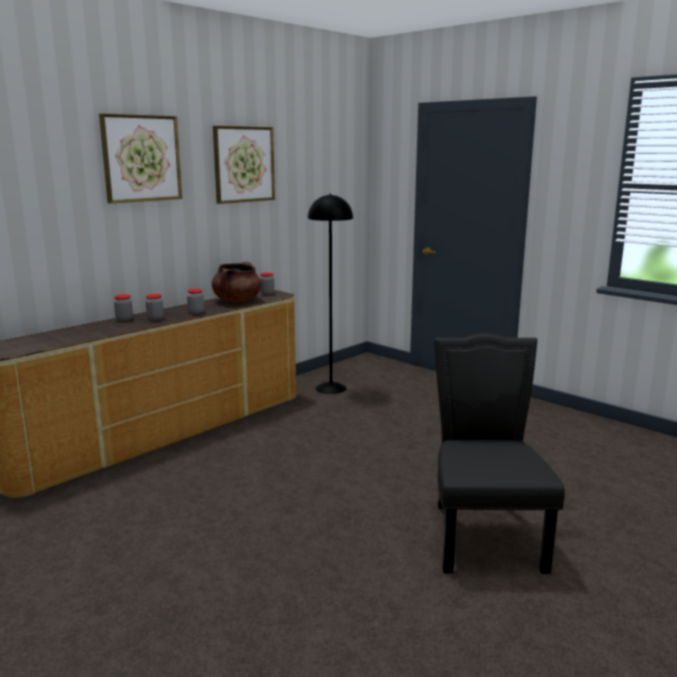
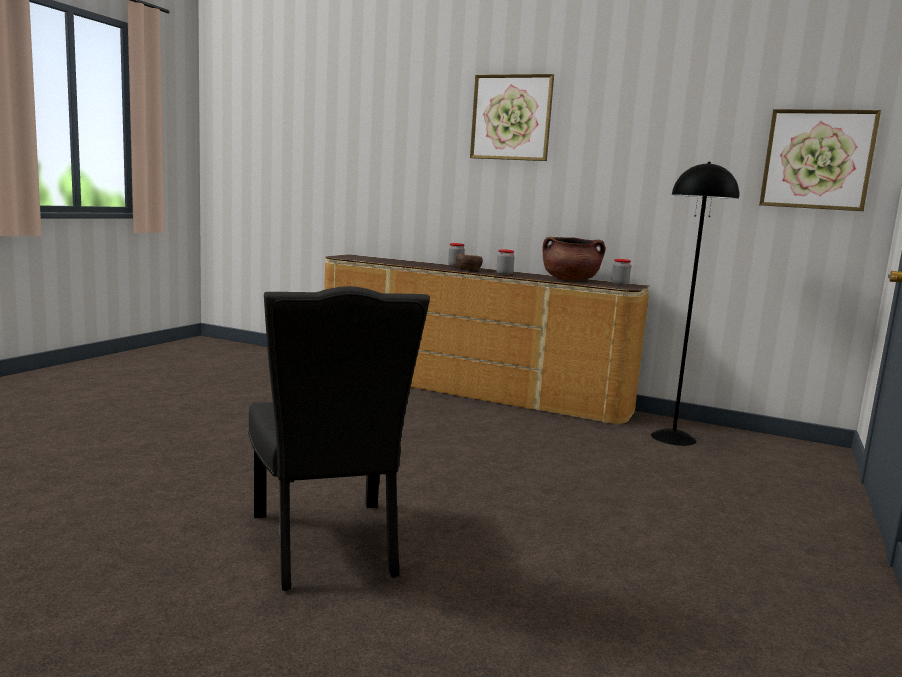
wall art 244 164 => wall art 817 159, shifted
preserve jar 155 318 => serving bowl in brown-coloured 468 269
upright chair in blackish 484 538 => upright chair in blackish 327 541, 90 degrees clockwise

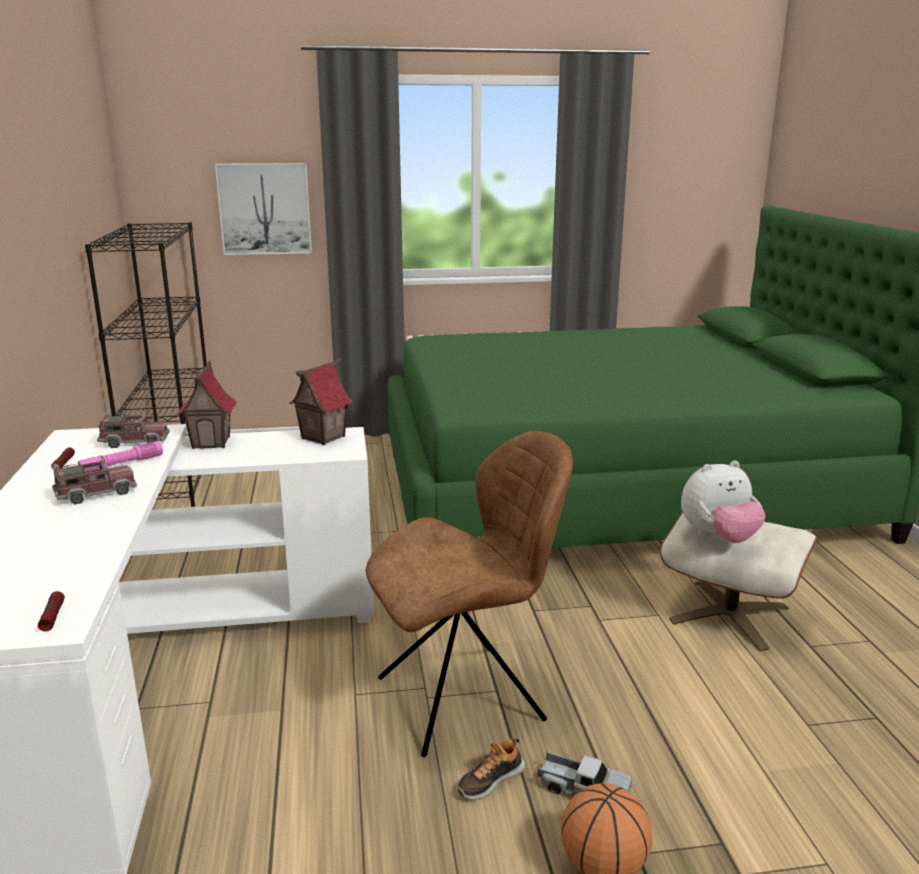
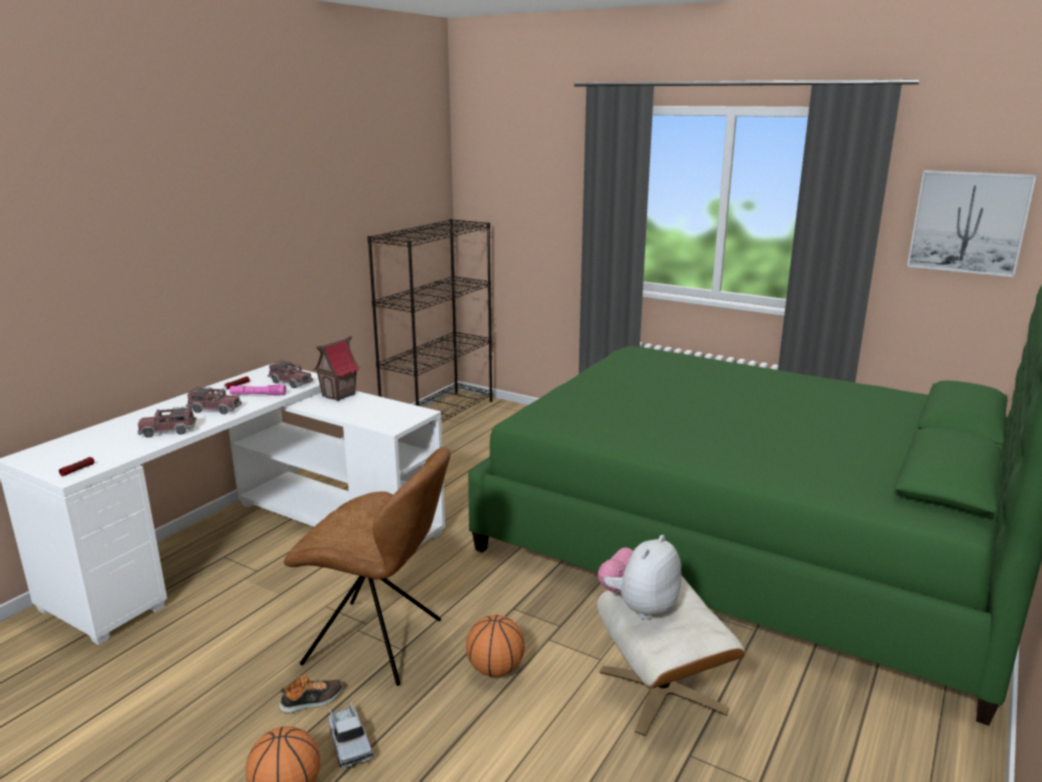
wall art 265 209 => wall art 968 222, shifted
toy house 322 437 => nothing
plush toy 718 538 => plush toy 639 607, 105 degrees clockwise
low shoe 490 780 => low shoe 312 701, 150 degrees clockwise
nothing => toy truck 168 431
nothing => basketball ball 495 669

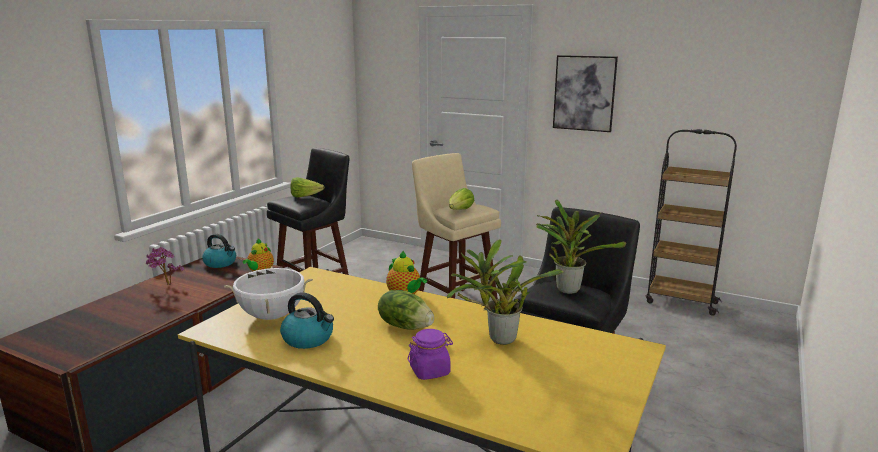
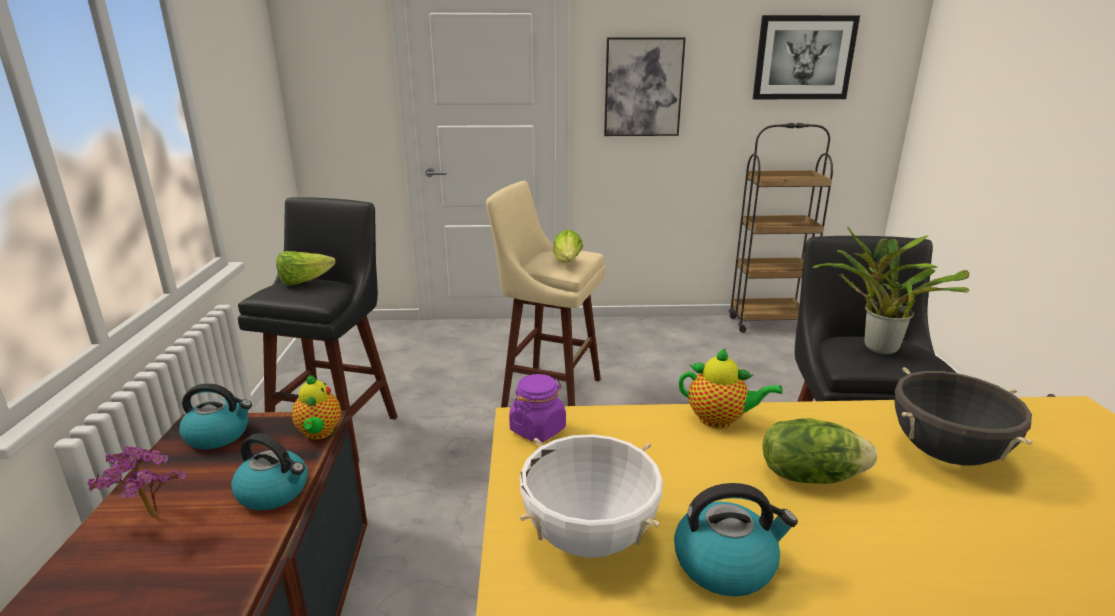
houseplant 498 339 => stockpot in blackish 946 454
preserve jar in purplish 430 371 => preserve jar in purplish 538 429, shifted
nothing => wall art 804 58
nothing => tea kettle 274 492

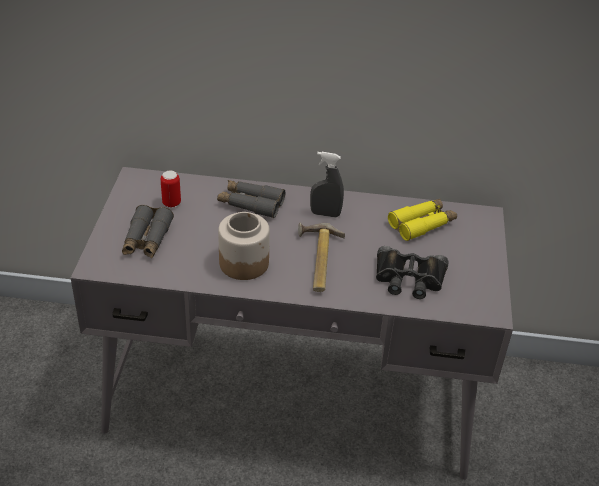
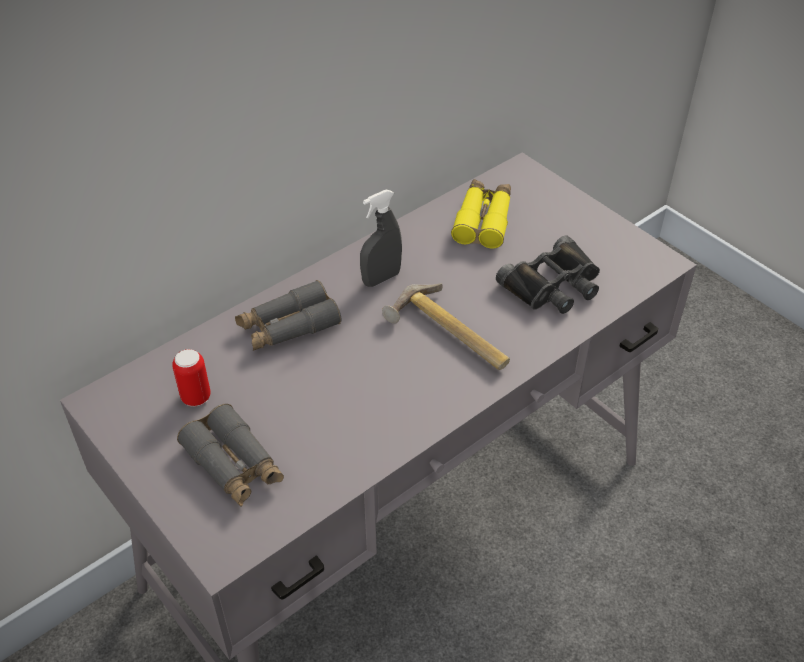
preserve jar 244 263 => nothing

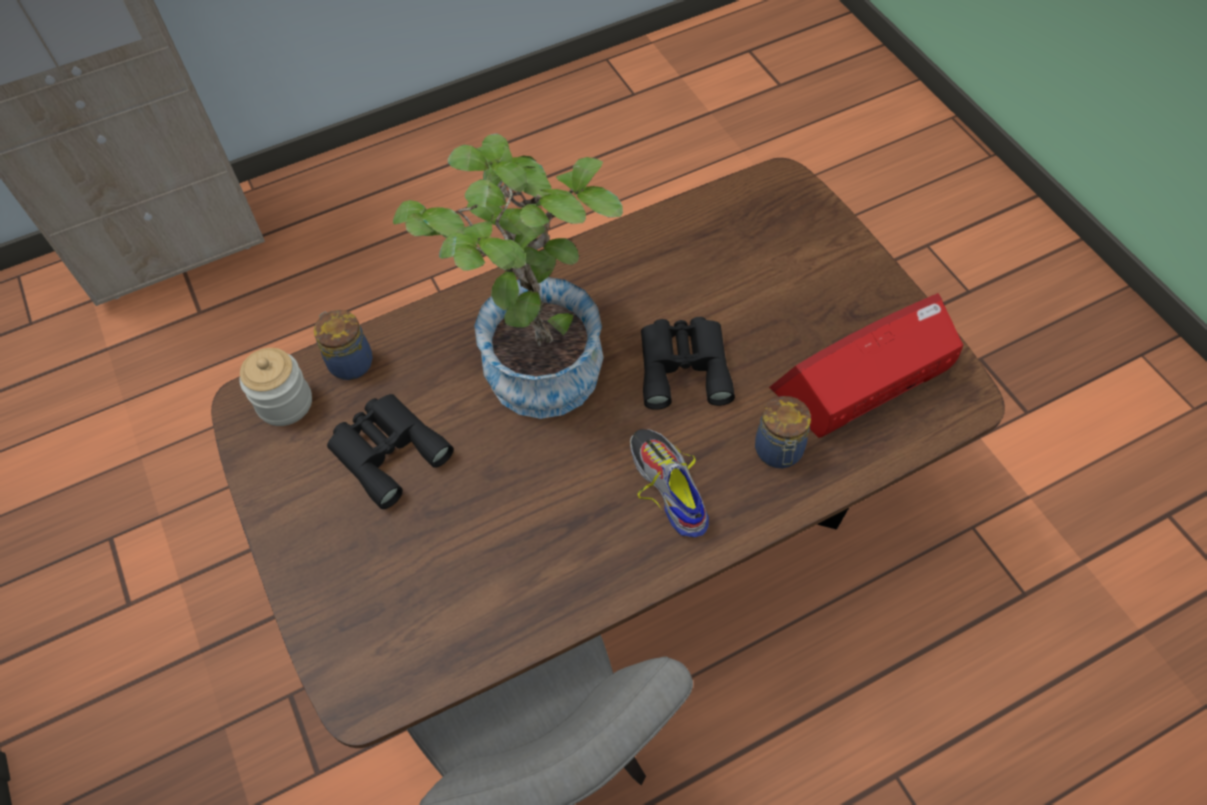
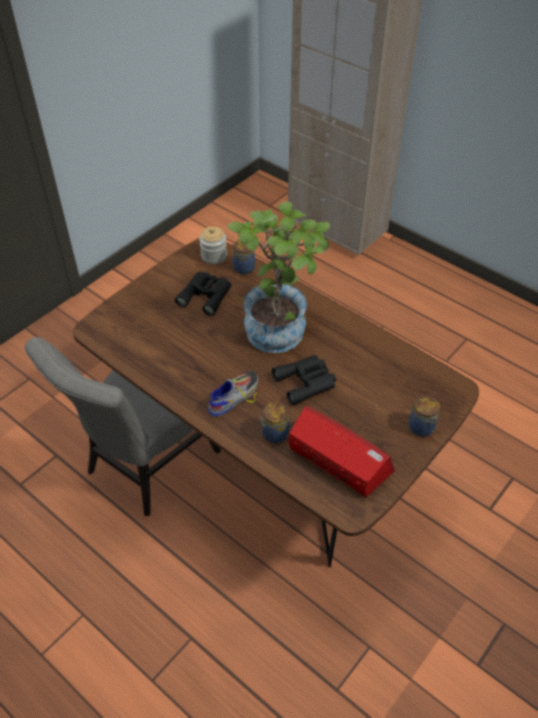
nothing => preserve jar 422 428

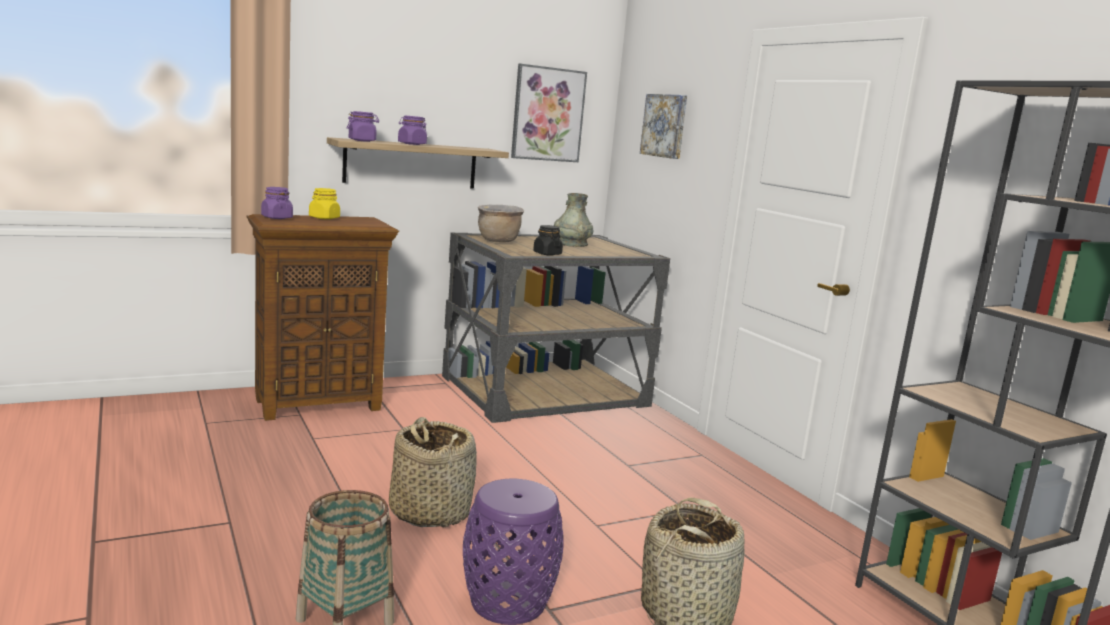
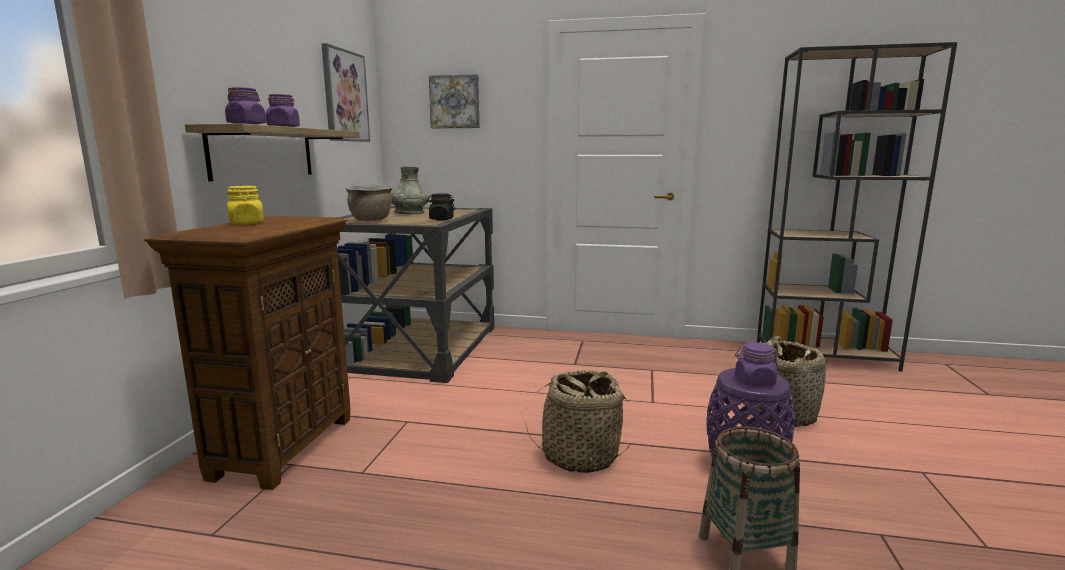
preserve jar in purplish 276 217 => preserve jar in purplish 754 382, shifted

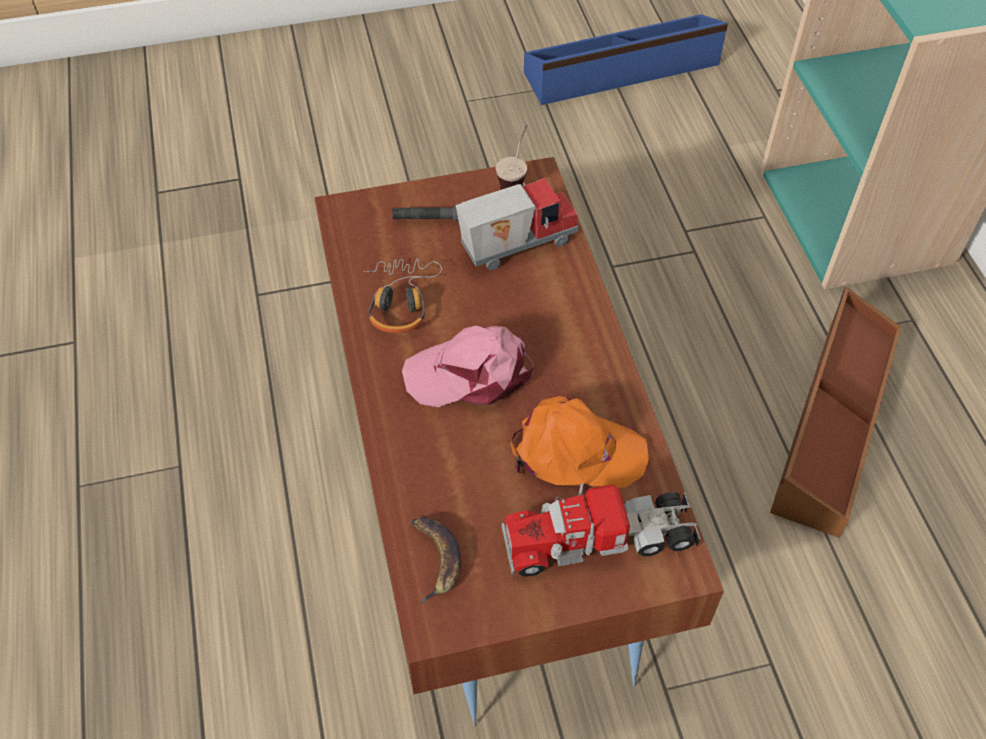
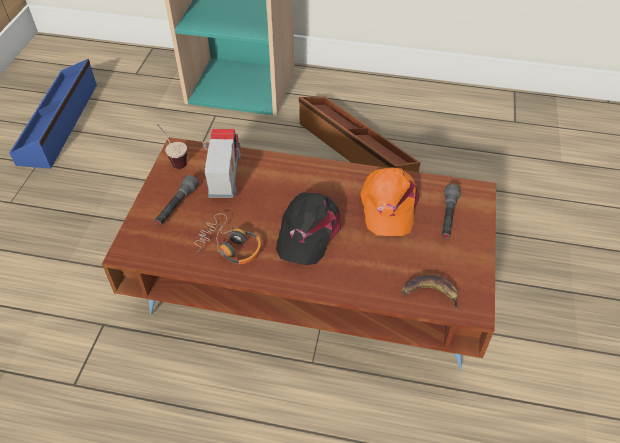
baseball cap in pink 470 373 => baseball cap in blackish 308 232
baseball cap in orange-coloured 576 452 => baseball cap in orange-coloured 388 206, 150 degrees clockwise
toy truck 599 539 => hand torch in grey 448 217

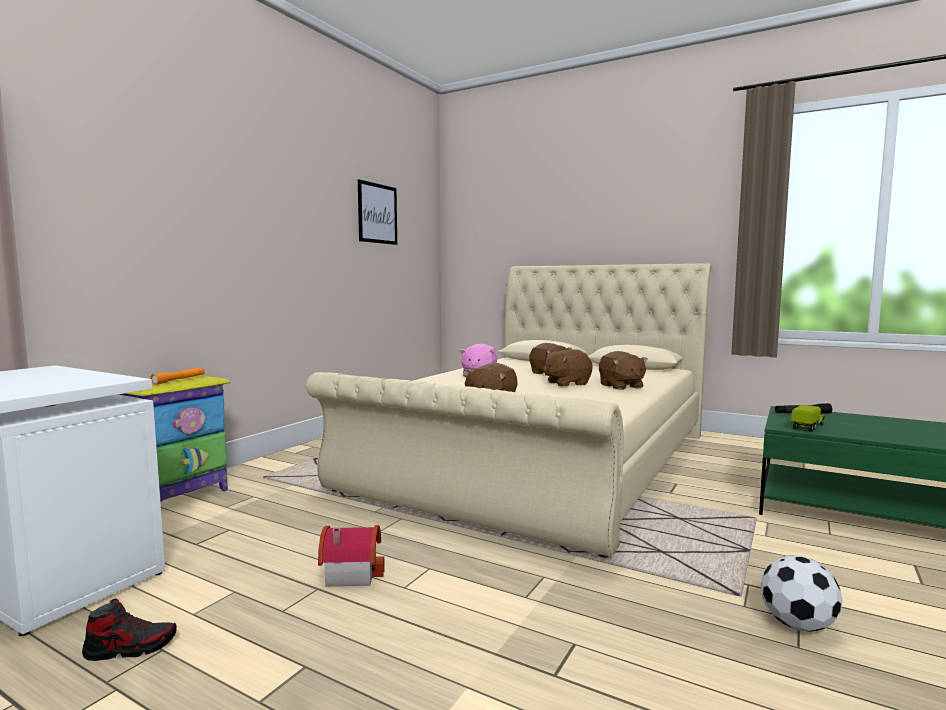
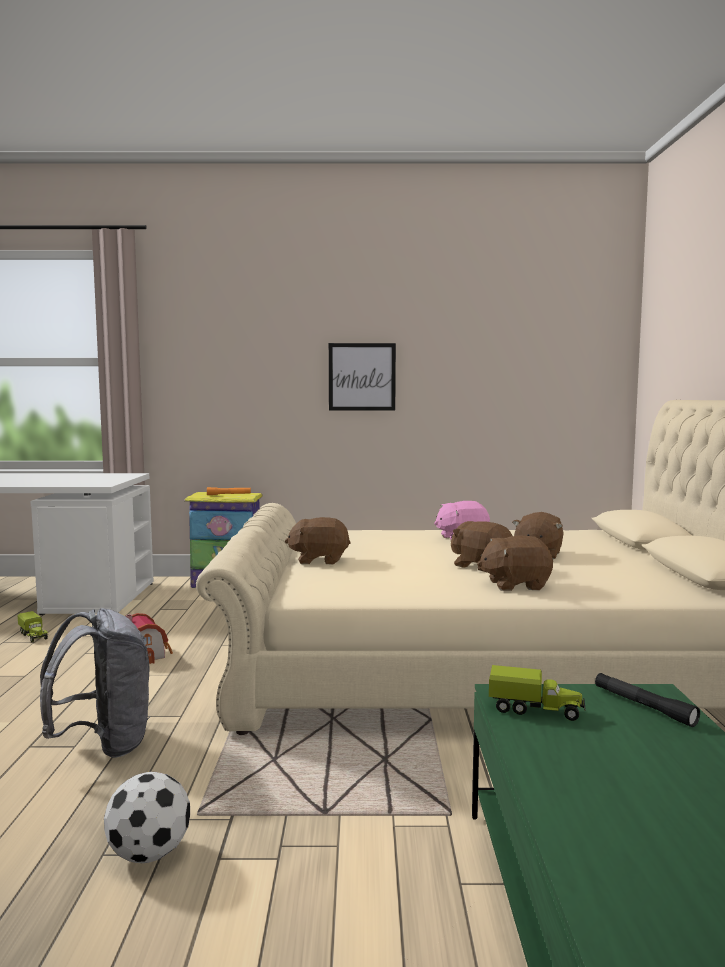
wall art 377 213 => wall art 362 377, shifted
plush toy in brown-coloured 621 386 => plush toy in brown-coloured 515 585, 45 degrees clockwise
low shoe 131 648 => toy truck 33 636
nothing => knapsack in grey 103 745

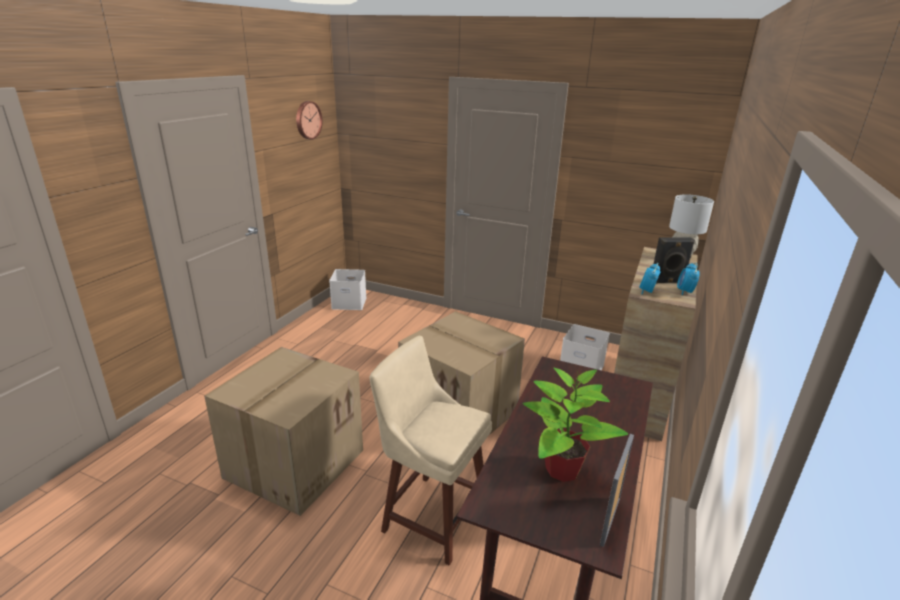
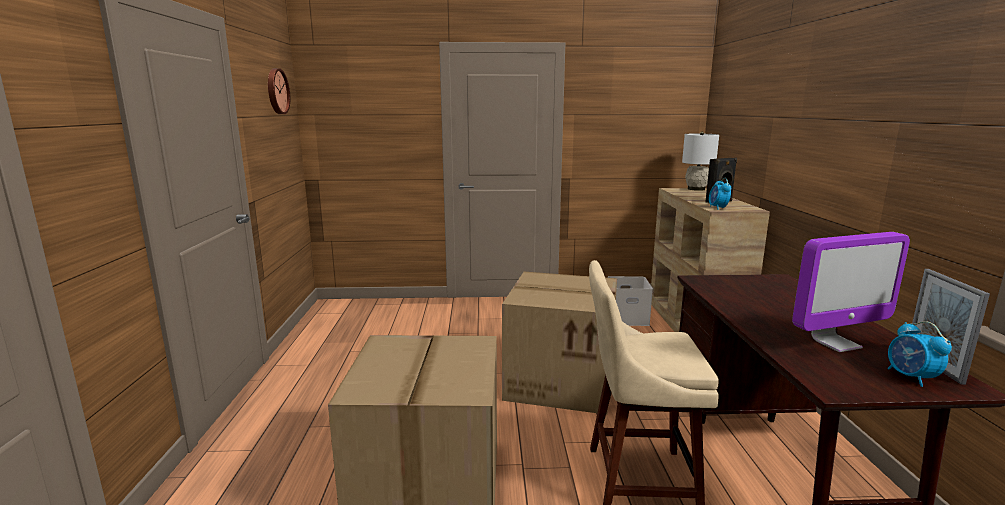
bedside clock 685 292 => bedside clock 911 377, shifted
storage bin in whitish 350 302 => nothing
houseplant 561 469 => computer display 835 343

